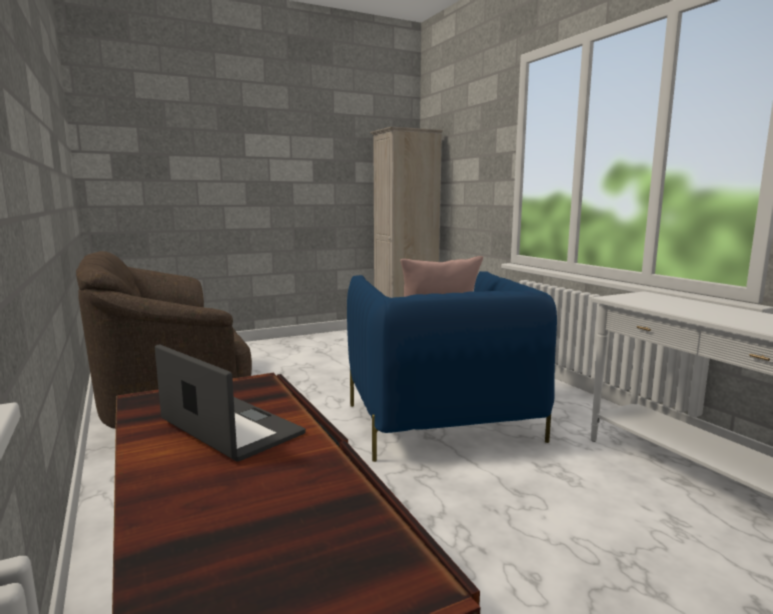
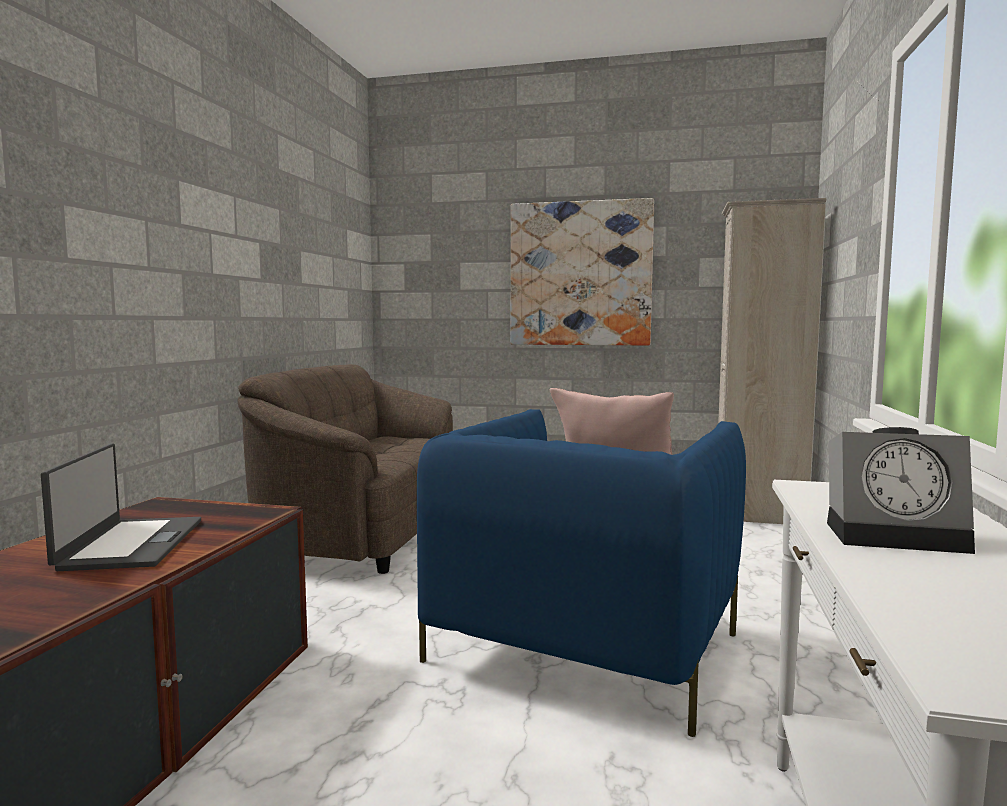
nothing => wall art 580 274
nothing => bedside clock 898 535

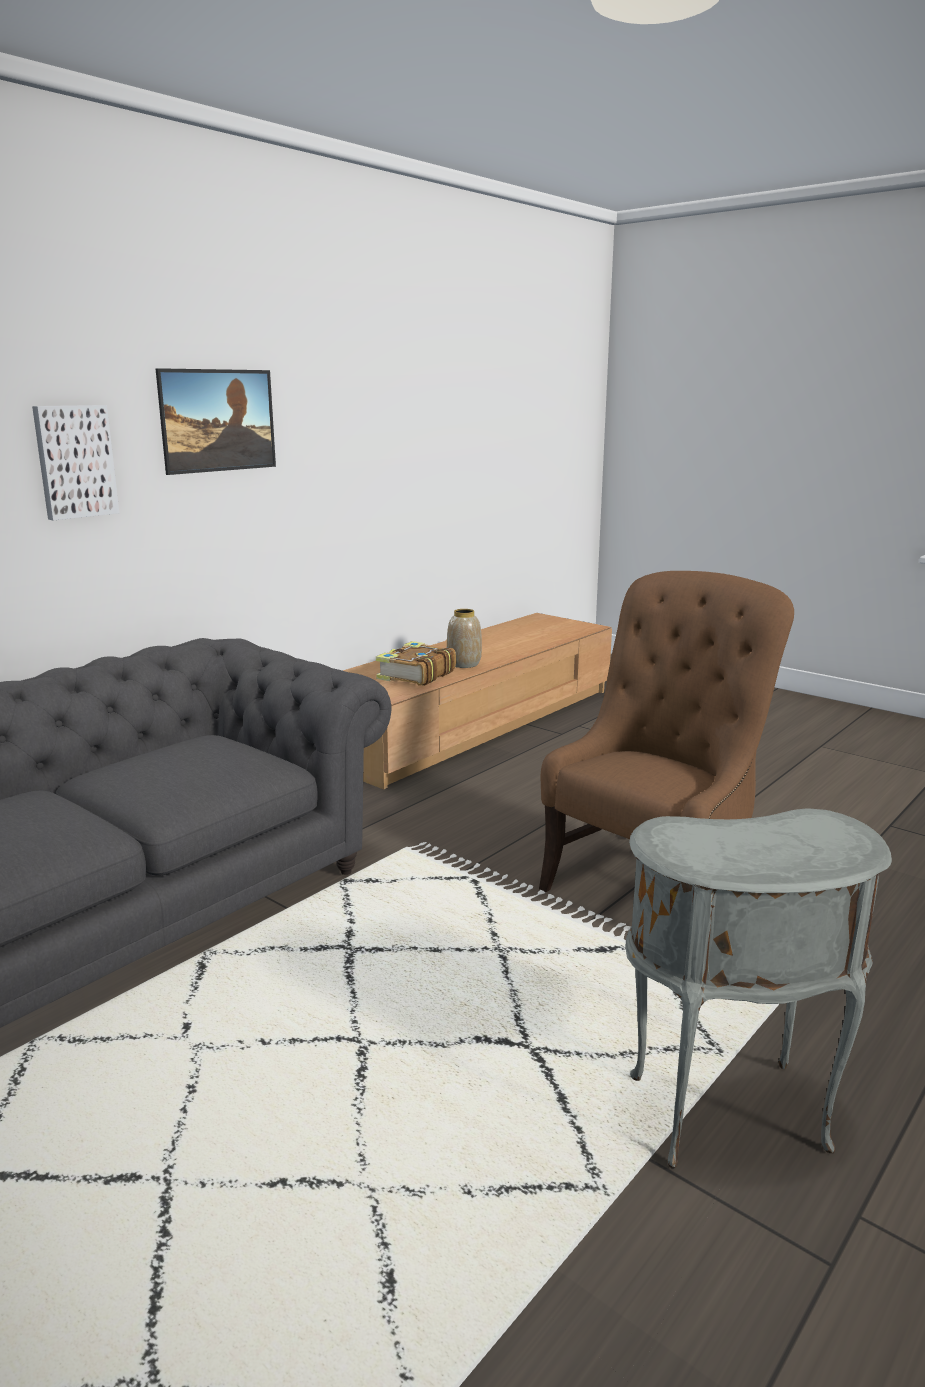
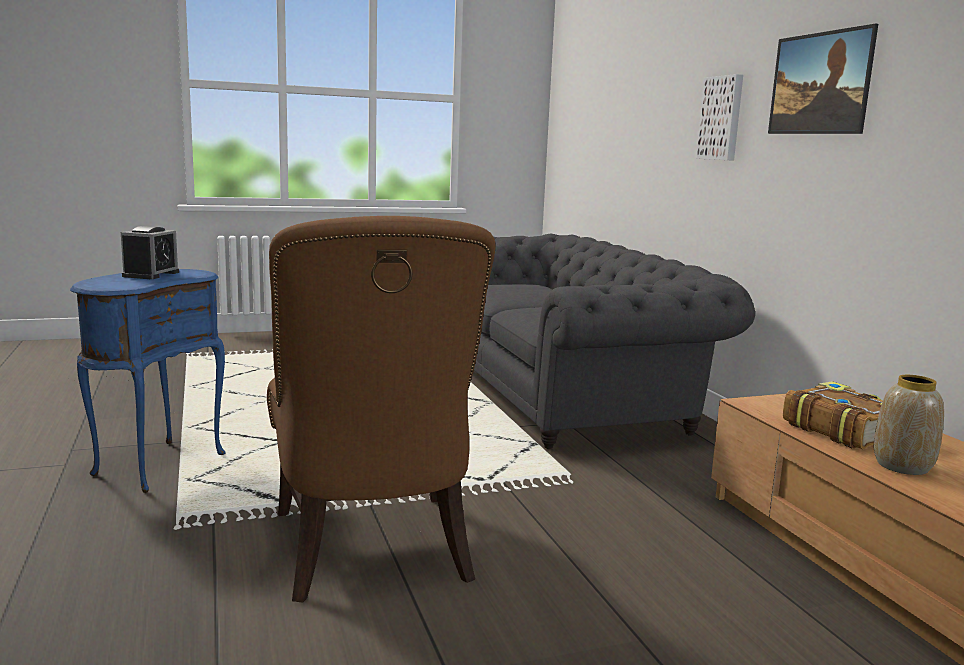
side table in grey 731 1118 => side table in bluish 155 464
nothing => bedside clock 151 274

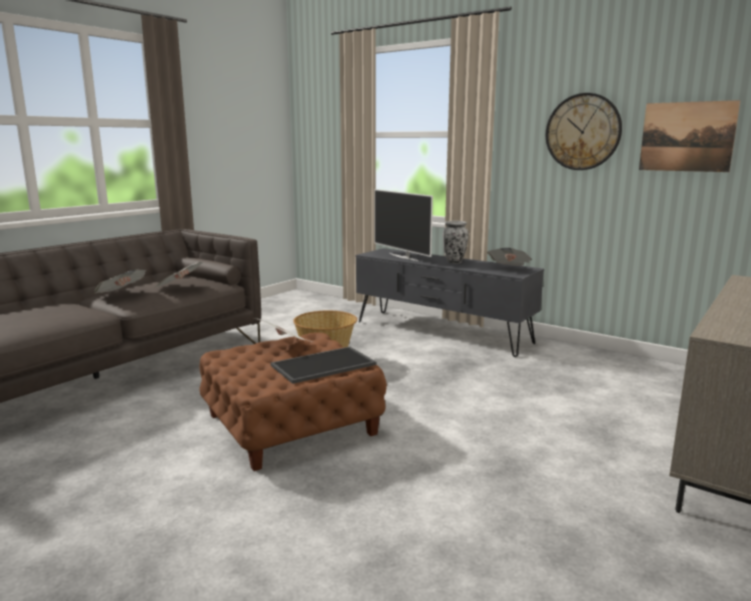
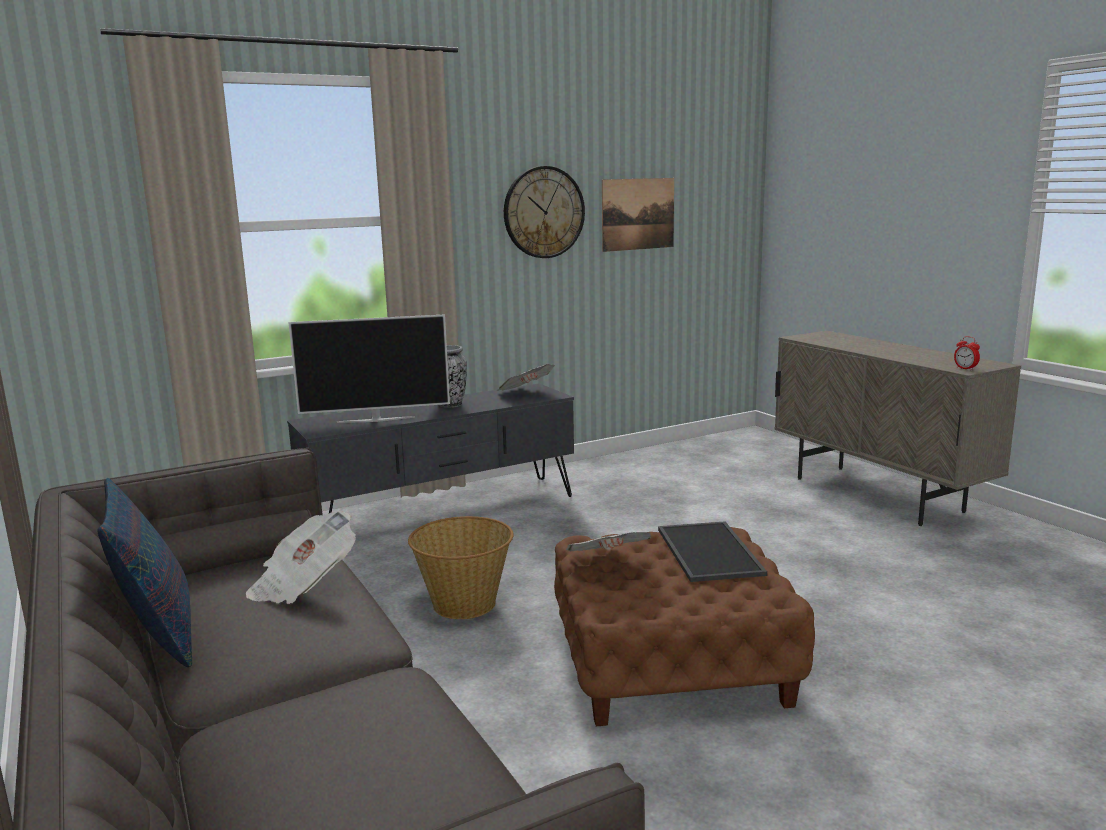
daily paper 121 295 => nothing
nothing => bedside clock 965 368
nothing => throw pillow in bluish 159 635

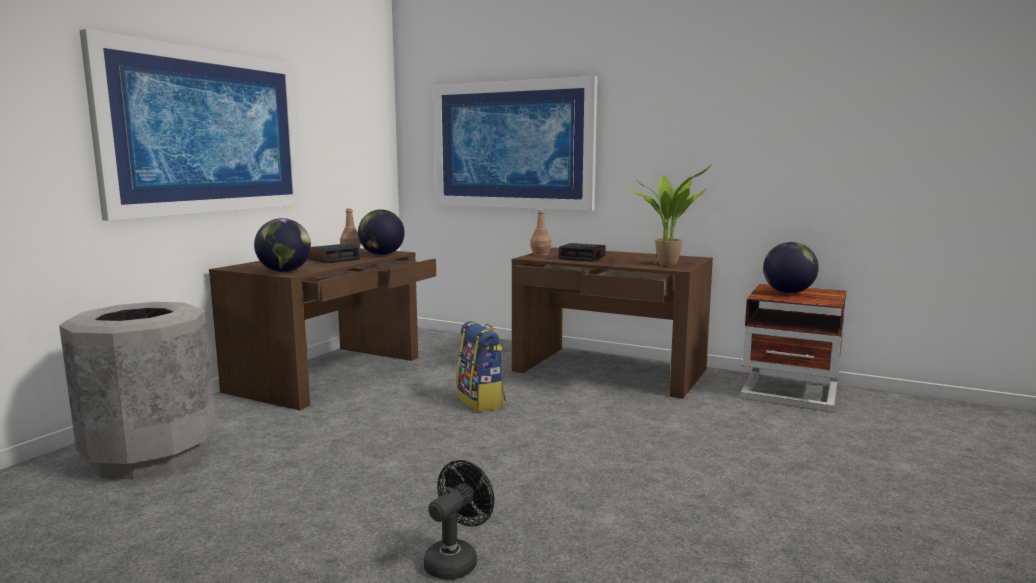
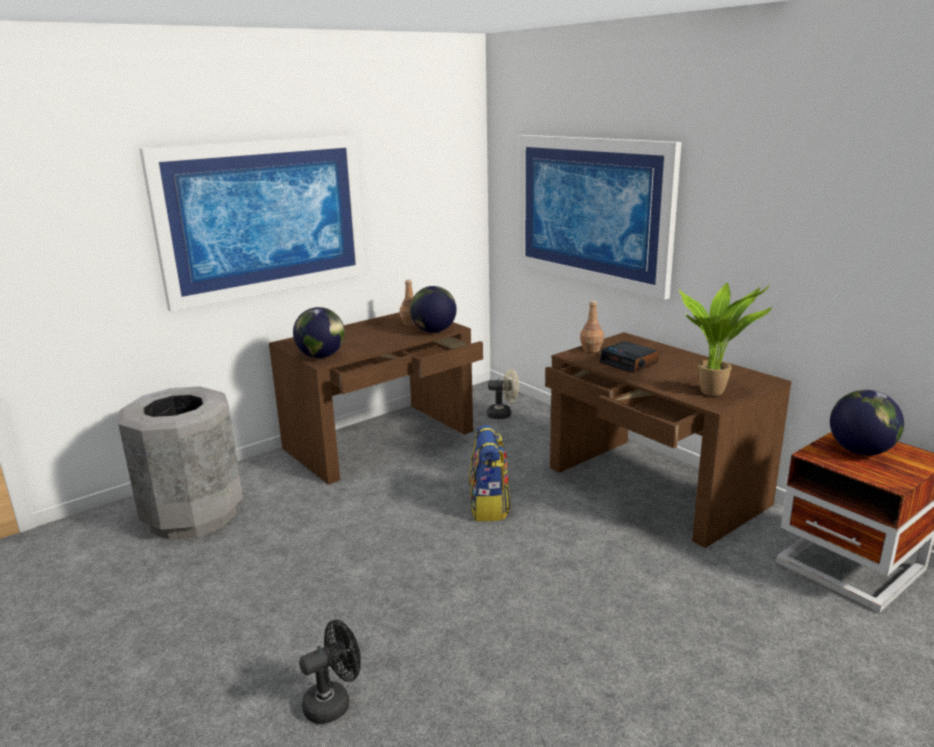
bedside clock 334 259 => nothing
nothing => cooling fan in beige 503 414

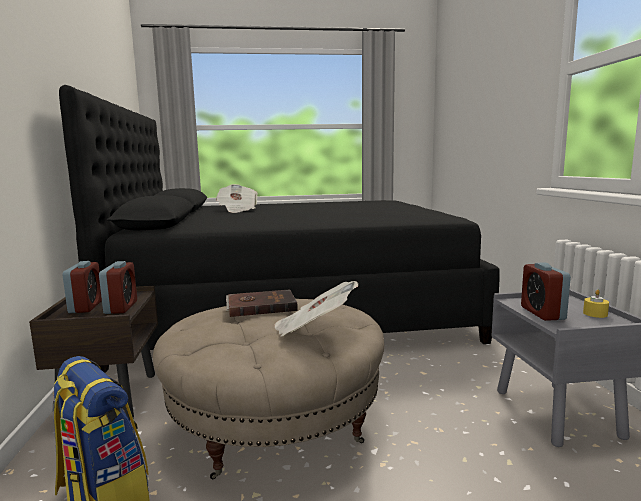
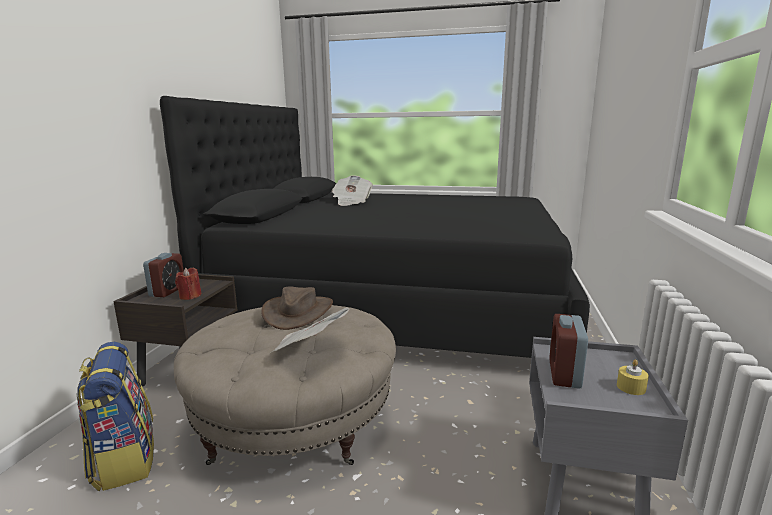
bedside clock 121 307 => candle in red-coloured 190 296
book in brown-coloured 261 306 => hat in brown-coloured 298 312

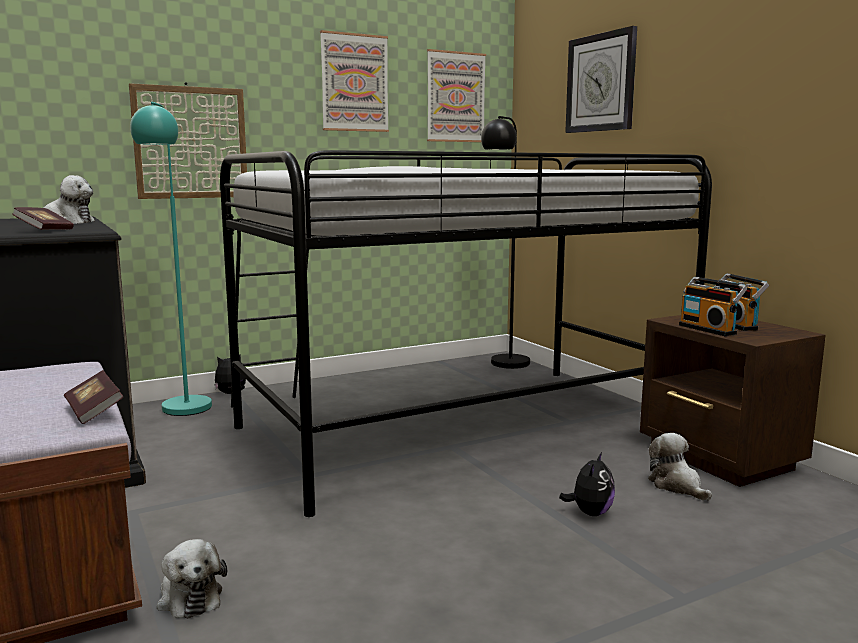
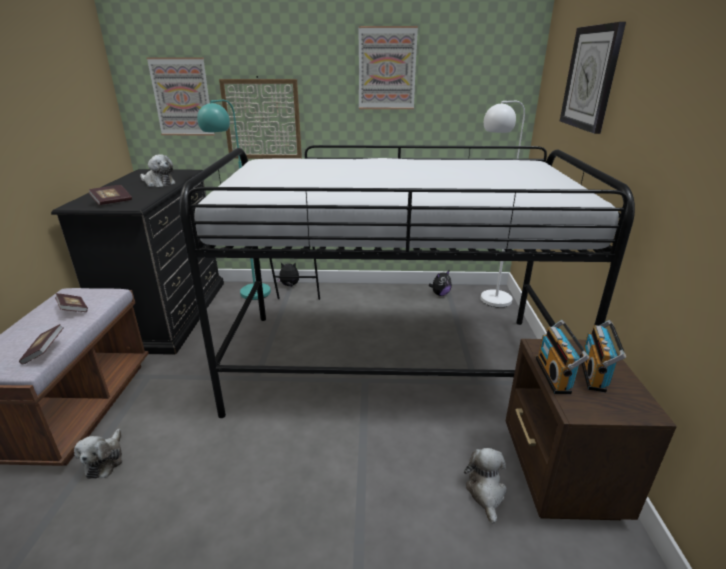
wall art 455 97 => wall art 182 97, shifted
standing lamp in blackish 504 366 => standing lamp in whitish 488 302
plush toy 590 513 => plush toy 440 294, shifted
nothing => book 73 310

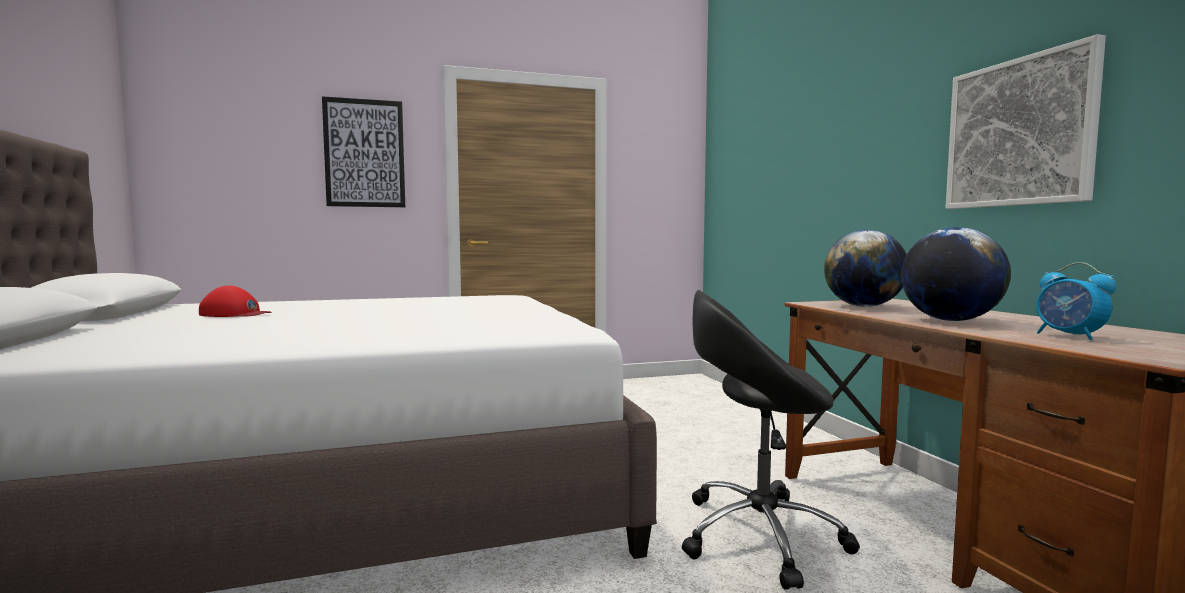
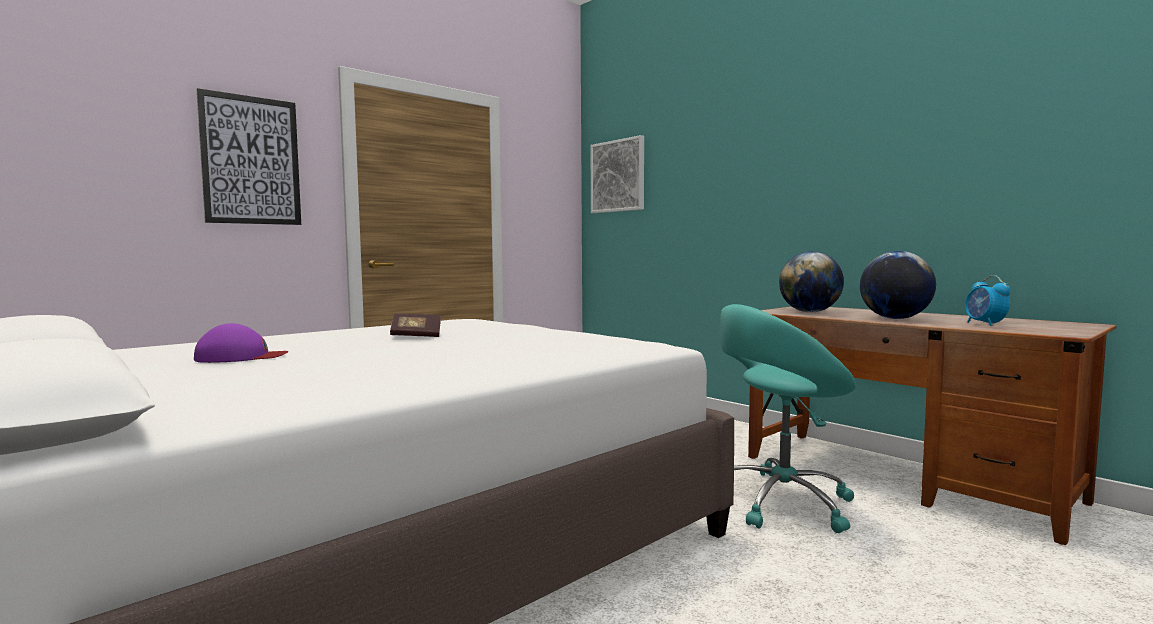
wall art 1019 133 => wall art 618 176, shifted
bedside clock 1069 336 => bedside clock 985 324, 45 degrees clockwise
baseball cap in red-coloured 235 314 => baseball cap in purplish 240 357
office chair in blackish 756 535 => office chair in turquoise 778 502
nothing => book 416 336

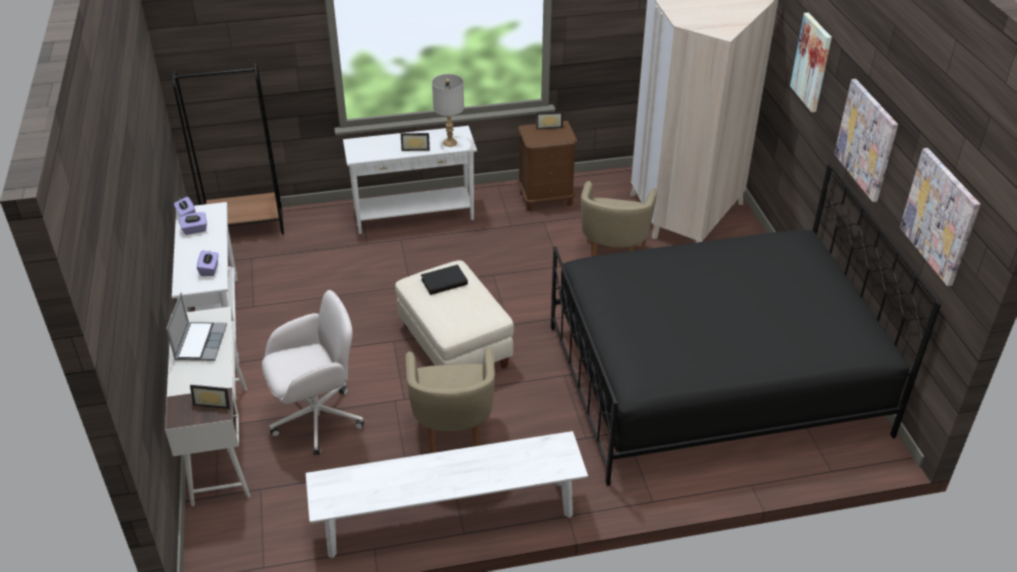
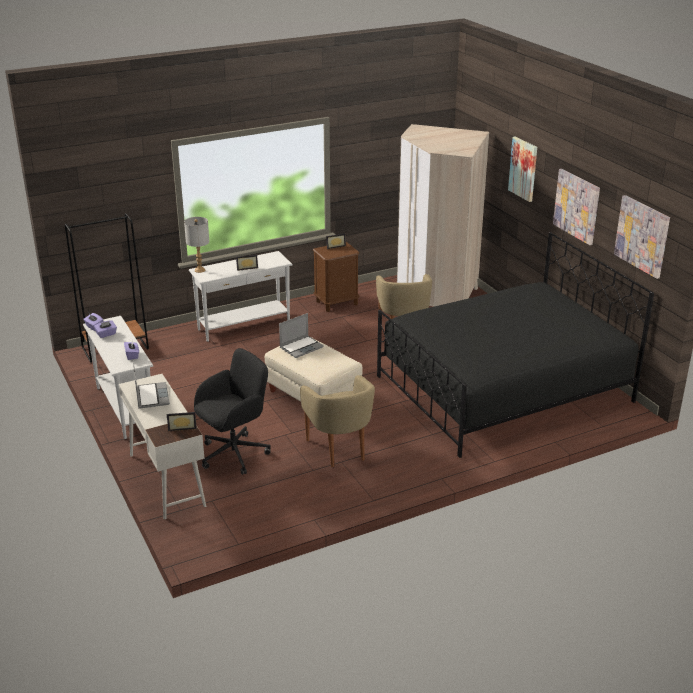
lamp for a table in grey 450 143 => lamp for a table in grey 200 270, shifted
book in blackish 444 281 => laptop 301 347
office chair in whitish 318 420 => office chair in blackish 234 454
long seat in whitish 449 518 => nothing

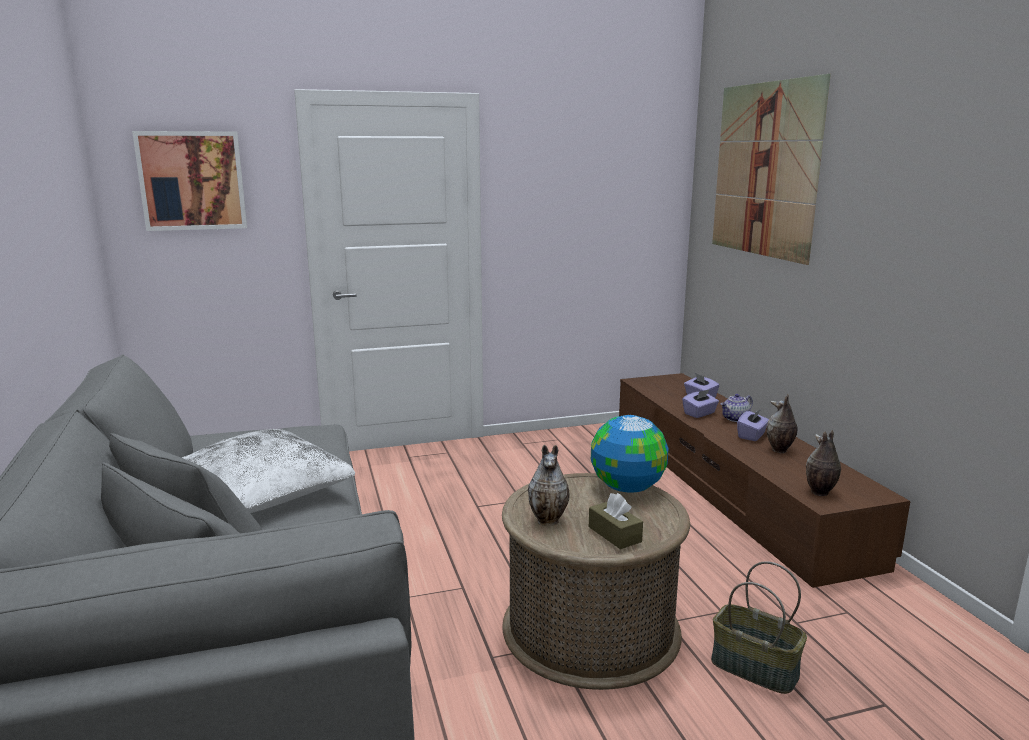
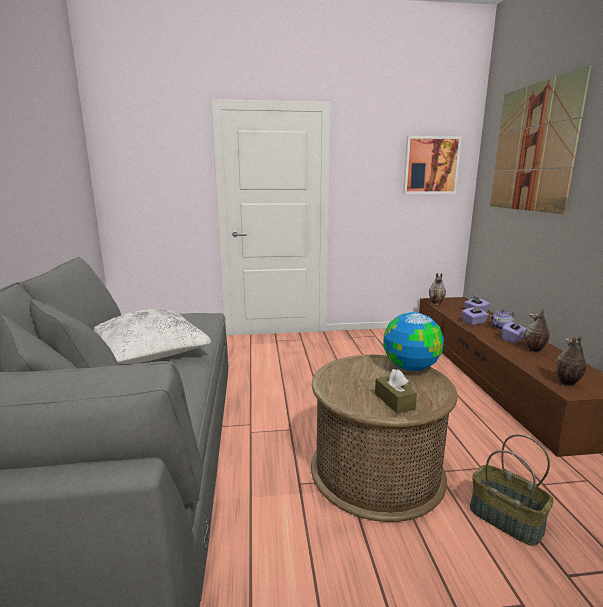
wall art 192 181 => wall art 431 165, shifted
vase 549 520 => vase 436 303, shifted

